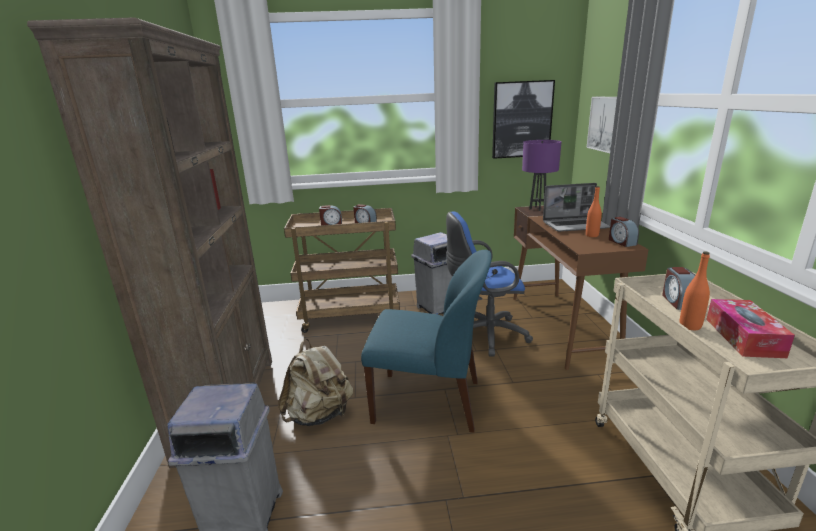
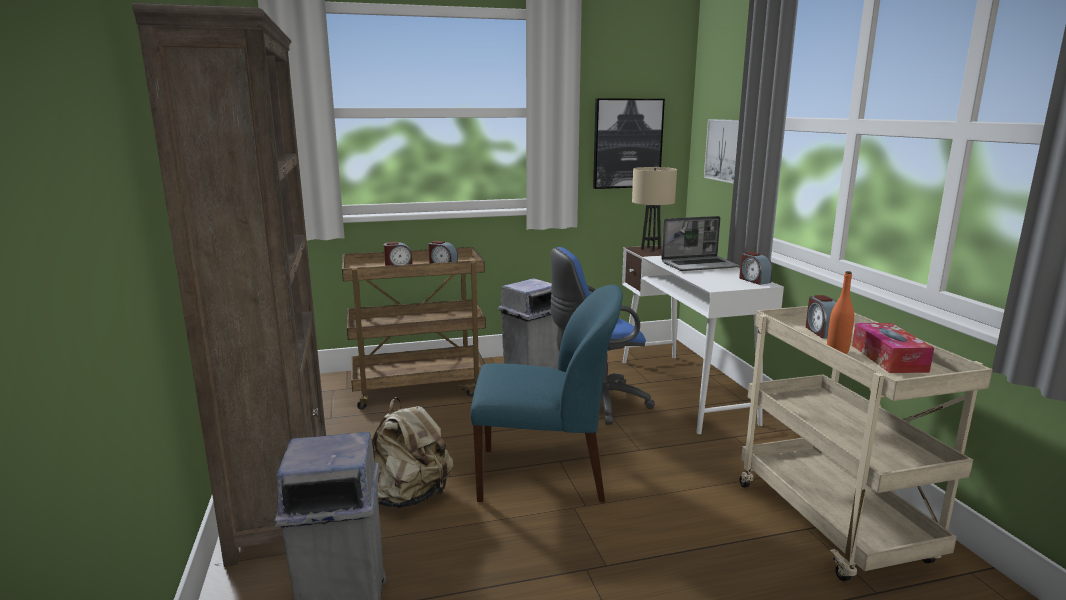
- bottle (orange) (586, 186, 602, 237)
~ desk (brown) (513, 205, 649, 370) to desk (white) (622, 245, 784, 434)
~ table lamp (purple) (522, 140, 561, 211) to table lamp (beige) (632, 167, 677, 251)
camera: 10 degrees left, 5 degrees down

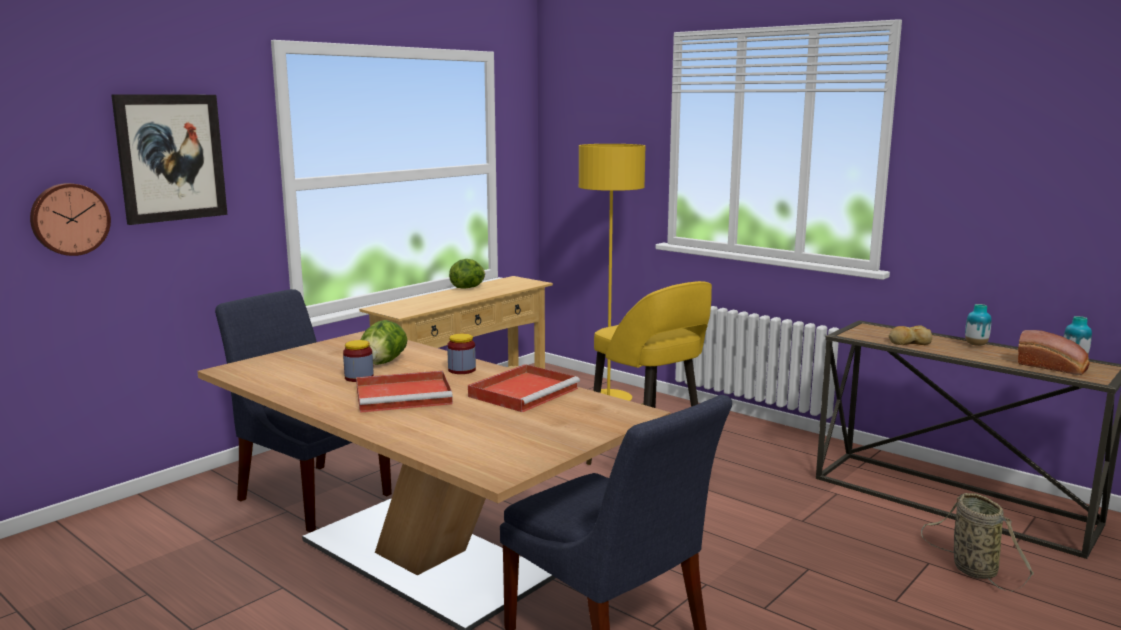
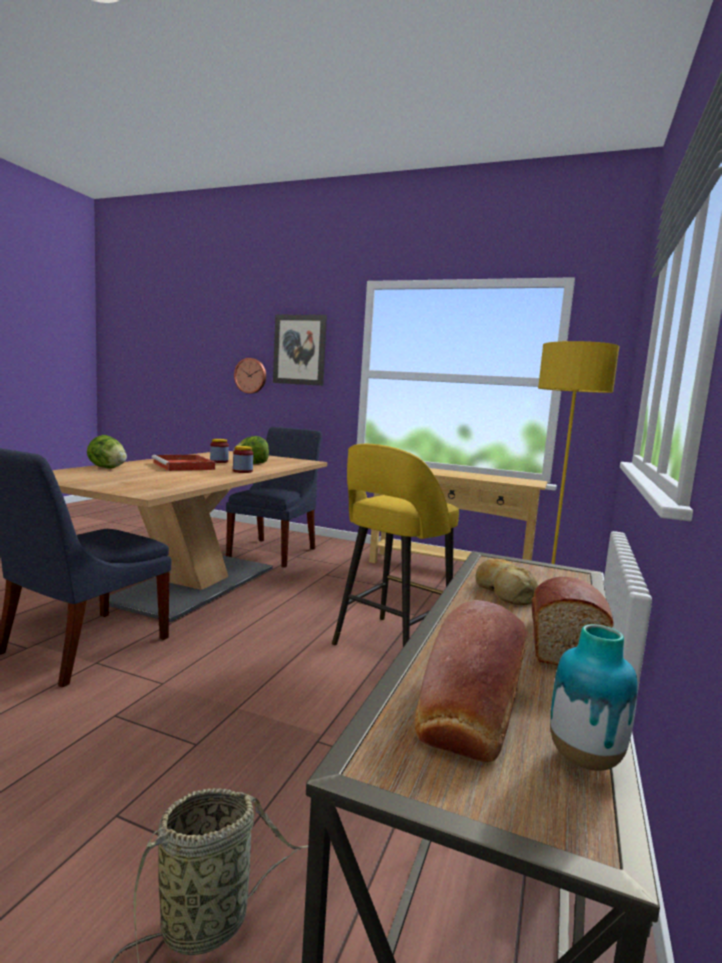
- tray (red) (468, 364, 580, 412)
~ lettuce (449, 259, 485, 289) to (87, 435, 127, 469)
~ vase (965, 304, 991, 346) to bread (532, 577, 614, 665)
camera: 70 degrees right, 5 degrees down

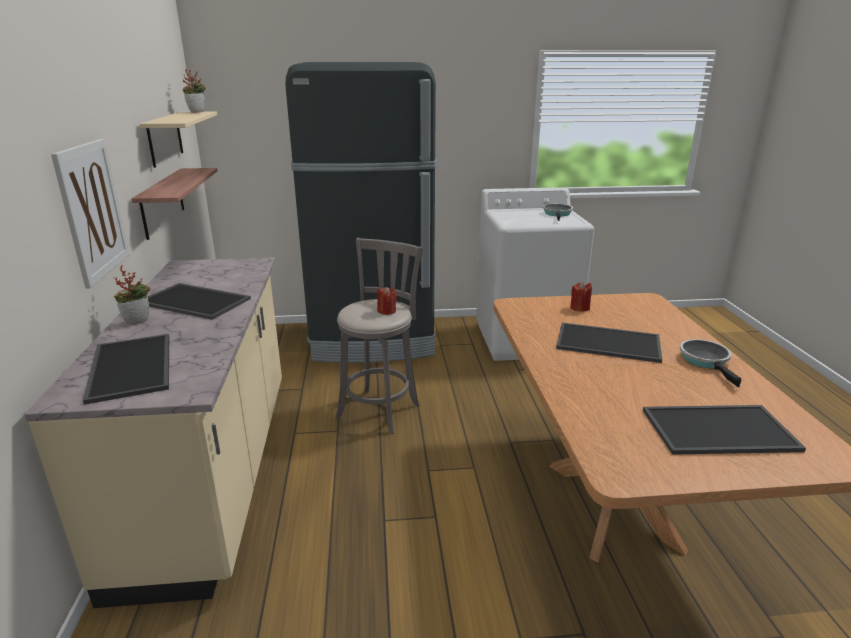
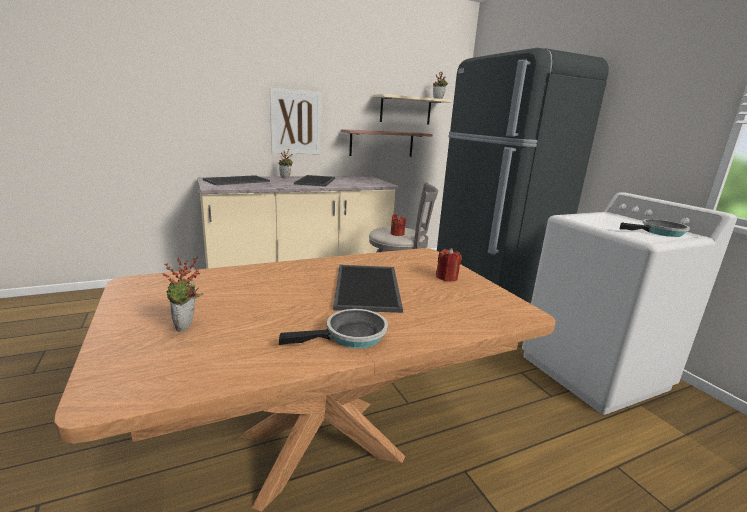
~ tray (643, 405, 806, 455) to potted plant (162, 257, 203, 332)
camera: 70 degrees right, 5 degrees down

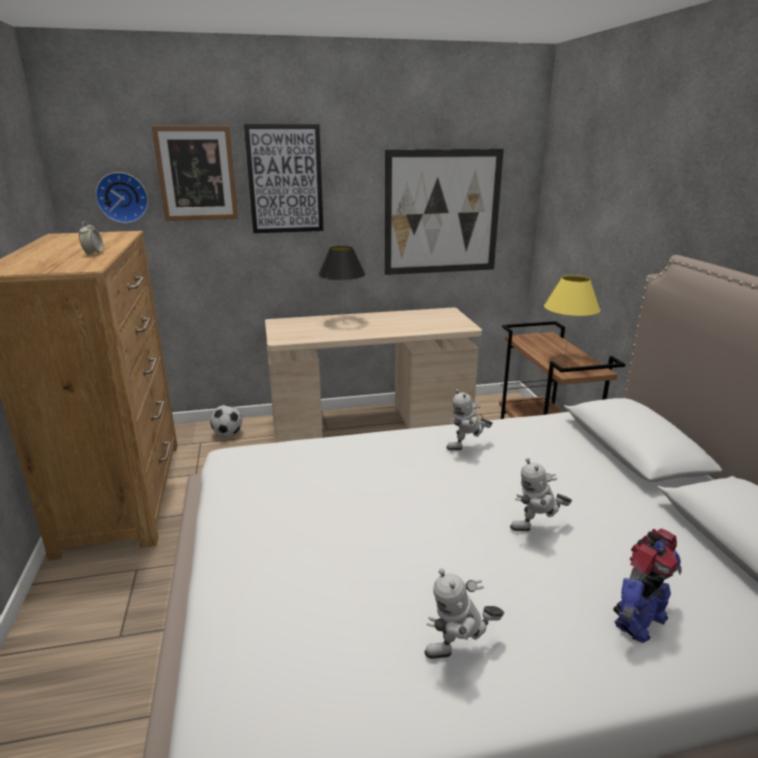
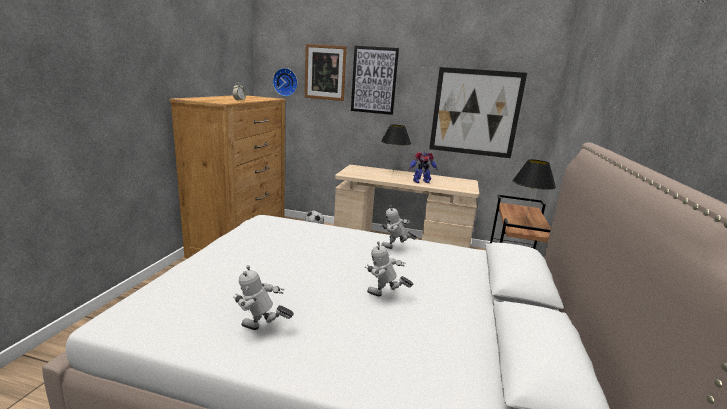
~ toy robot (613, 528, 682, 643) to (409, 152, 438, 183)
~ table lamp (yellow) (544, 275, 600, 360) to table lamp (black) (512, 159, 556, 223)
camera: 25 degrees right, 5 degrees down

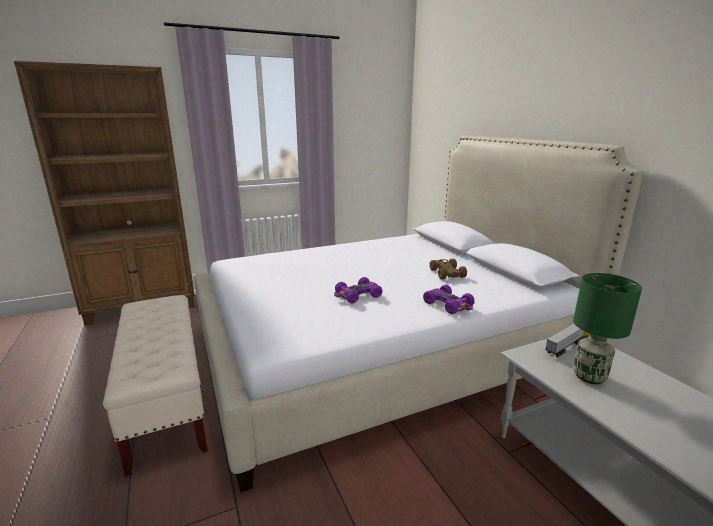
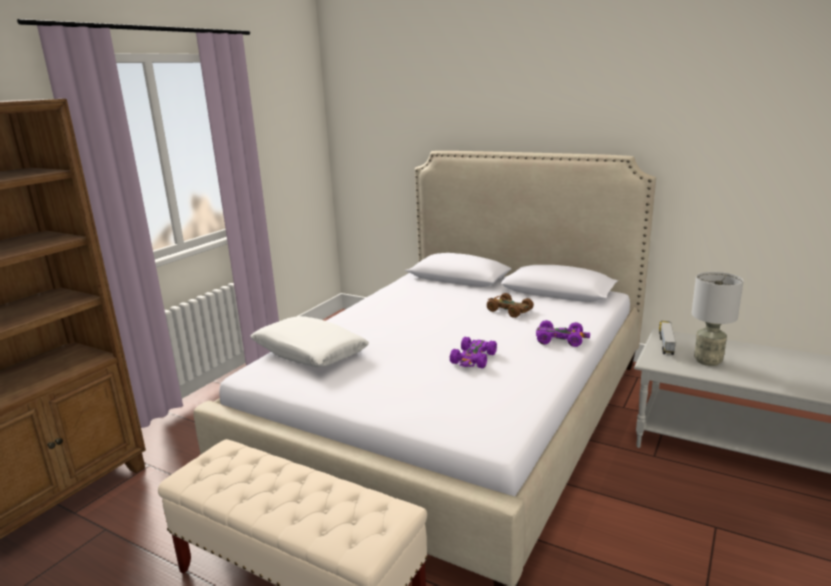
+ pillow (white) (250, 316, 369, 367)
~ table lamp (green) (573, 273, 642, 384) to table lamp (grey) (692, 272, 744, 366)
camera: 35 degrees left, 0 degrees up

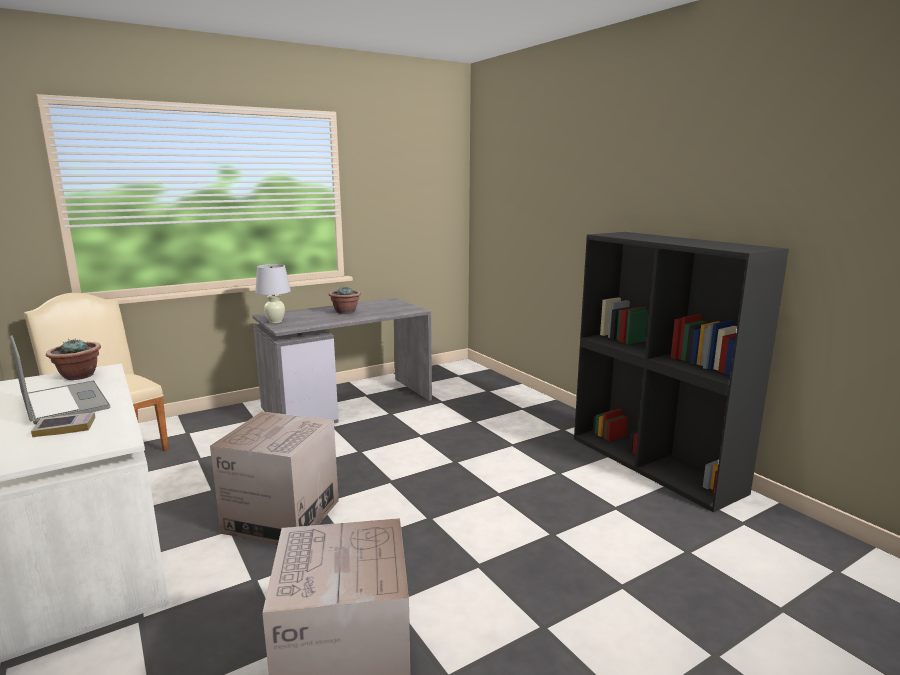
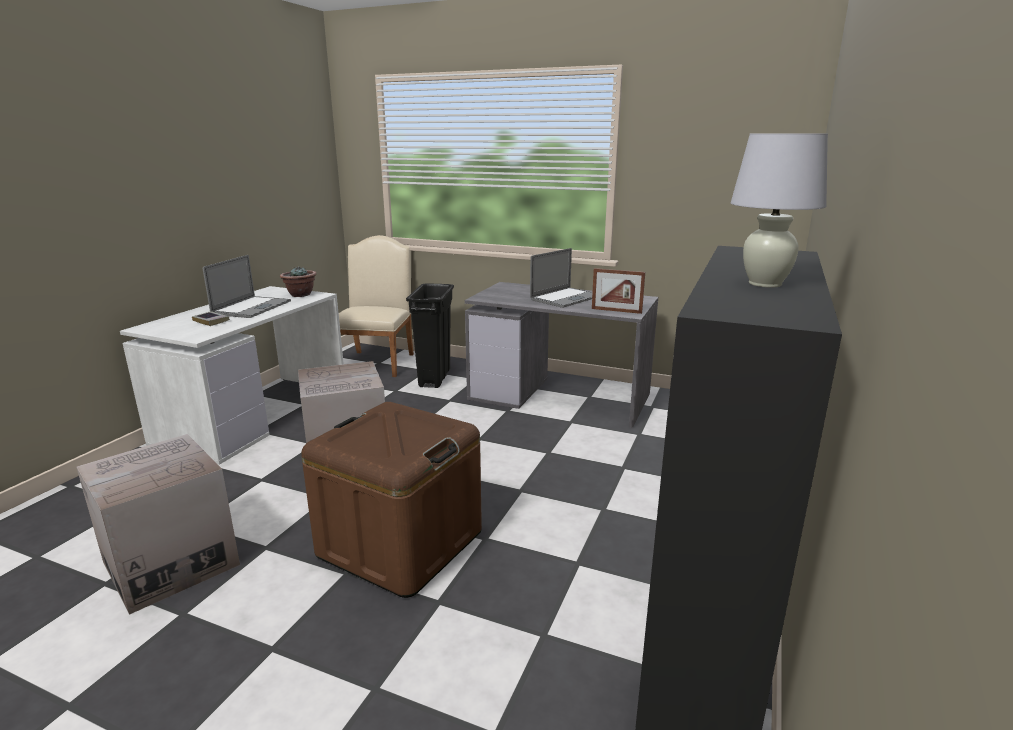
+ storage box (brown) (301, 402, 482, 598)
+ trash can (black) (406, 284, 454, 388)
+ picture frame (592, 268, 645, 314)
~ table lamp (white) (255, 264, 291, 323) to (731, 133, 828, 288)
~ potted plant (329, 286, 361, 314) to laptop (530, 248, 593, 308)
camera: 55 degrees right, 5 degrees up

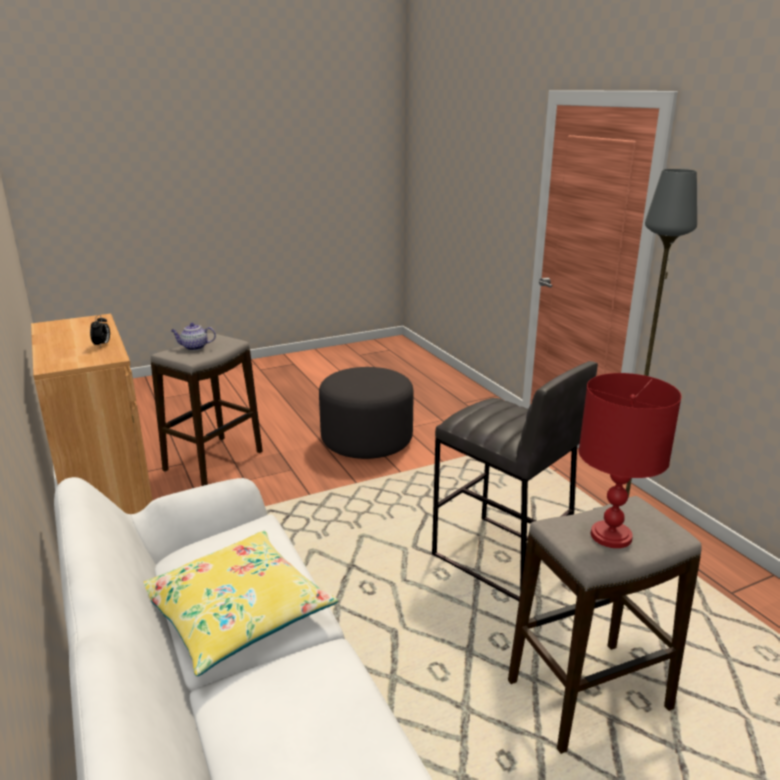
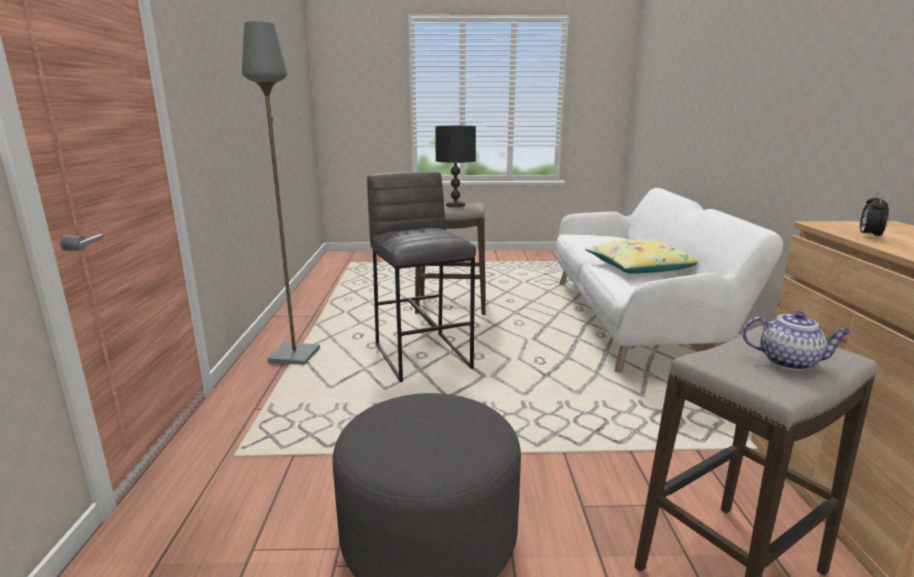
~ table lamp (red) (579, 373, 681, 548) to table lamp (black) (435, 126, 476, 207)
camera: 155 degrees left, 5 degrees down

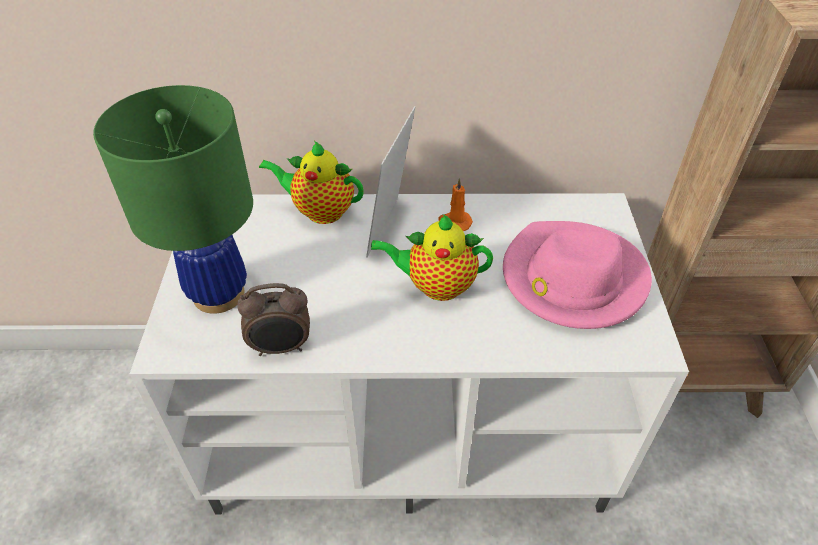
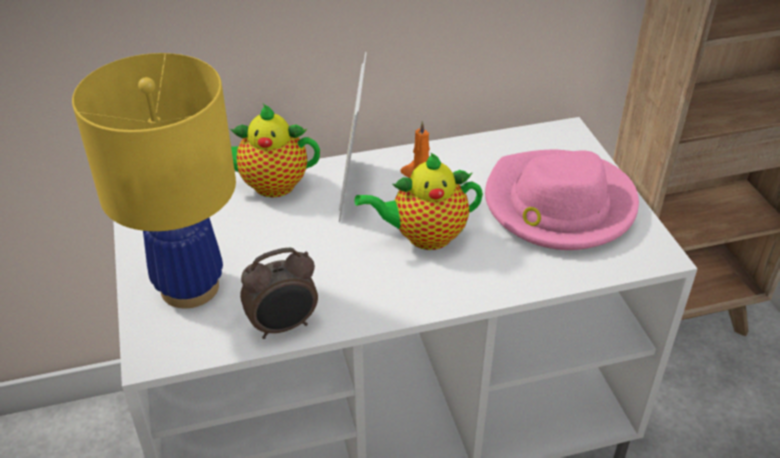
~ table lamp (green) (93, 85, 253, 314) to table lamp (yellow) (72, 53, 236, 308)
camera: 15 degrees left, 5 degrees down

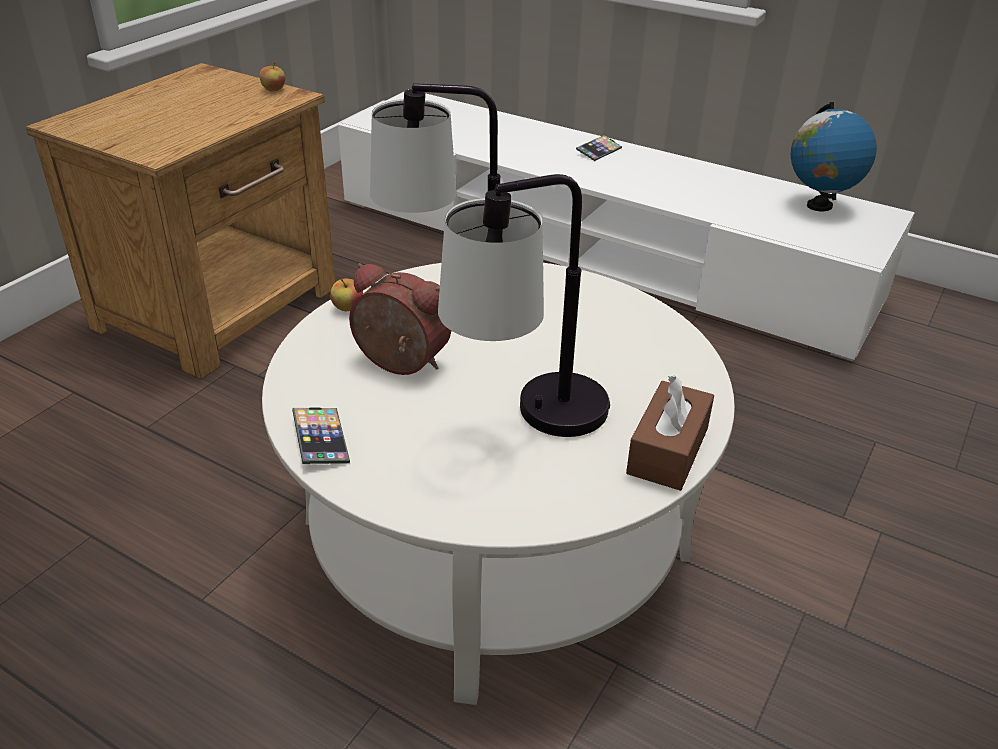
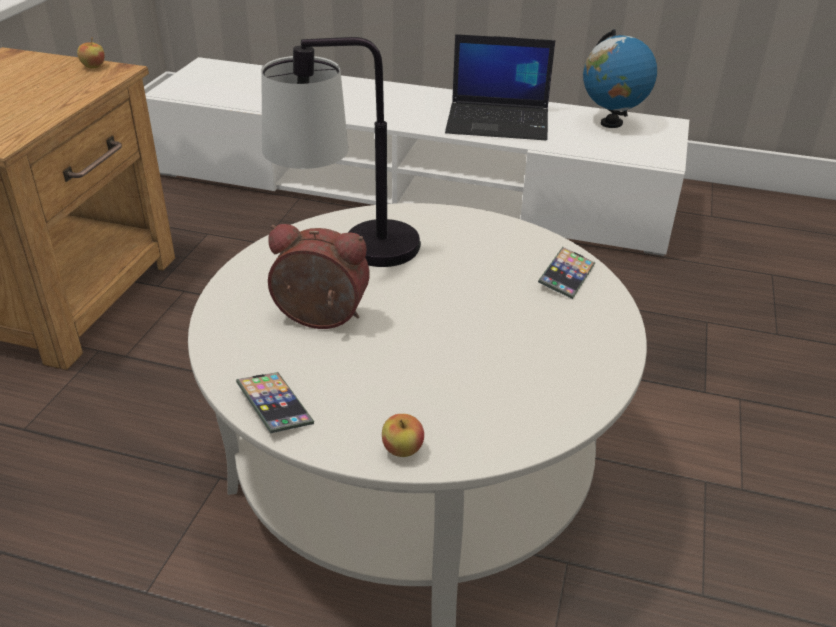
- table lamp (438, 174, 610, 437)
- tissue box (brown) (626, 375, 714, 491)
+ laptop (445, 34, 555, 140)
~ apple (330, 279, 363, 311) to (382, 414, 424, 457)
~ phone (576, 135, 622, 161) to (538, 247, 596, 299)
camera: 15 degrees left, 0 degrees up

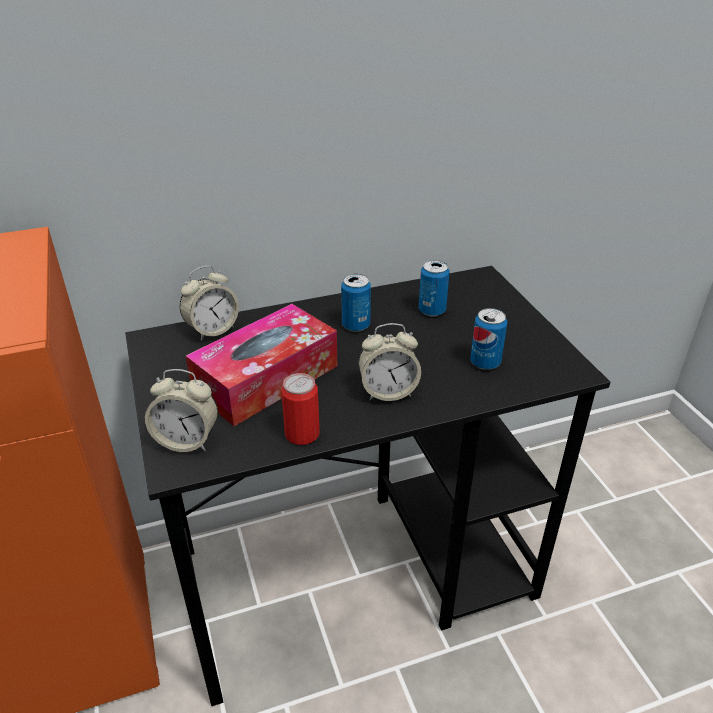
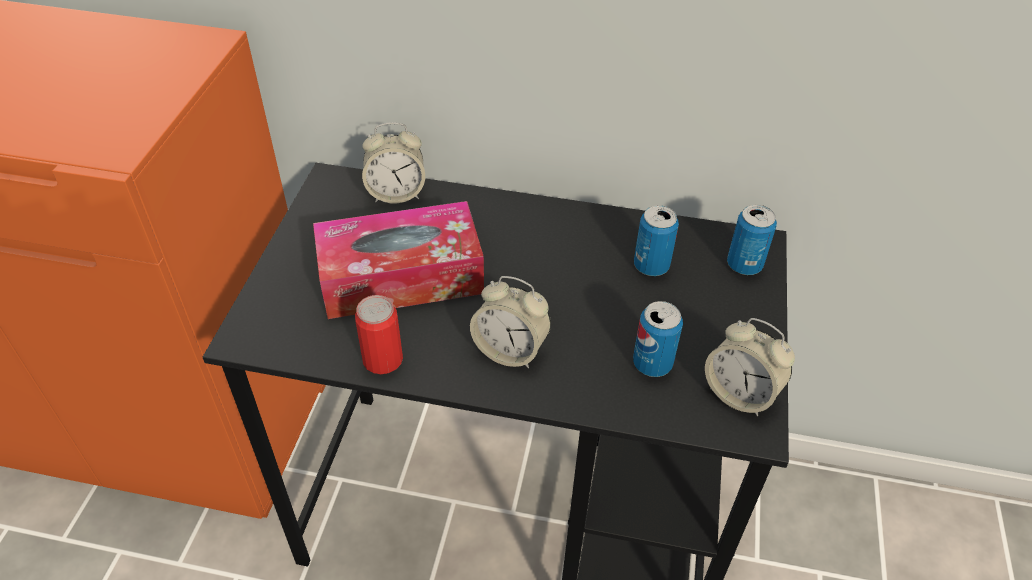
~ alarm clock (145, 369, 218, 452) to (705, 318, 795, 416)
~ can (341, 274, 371, 332) to (727, 205, 777, 275)
camera: 30 degrees right, 10 degrees up

